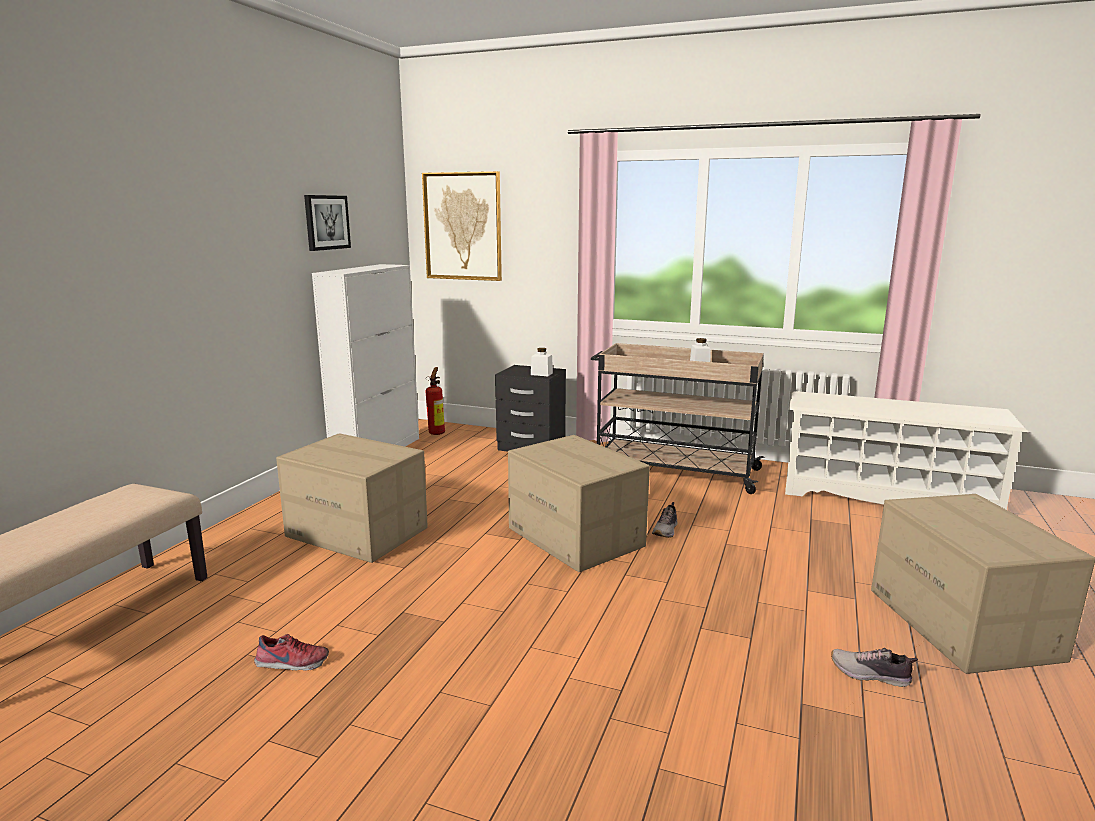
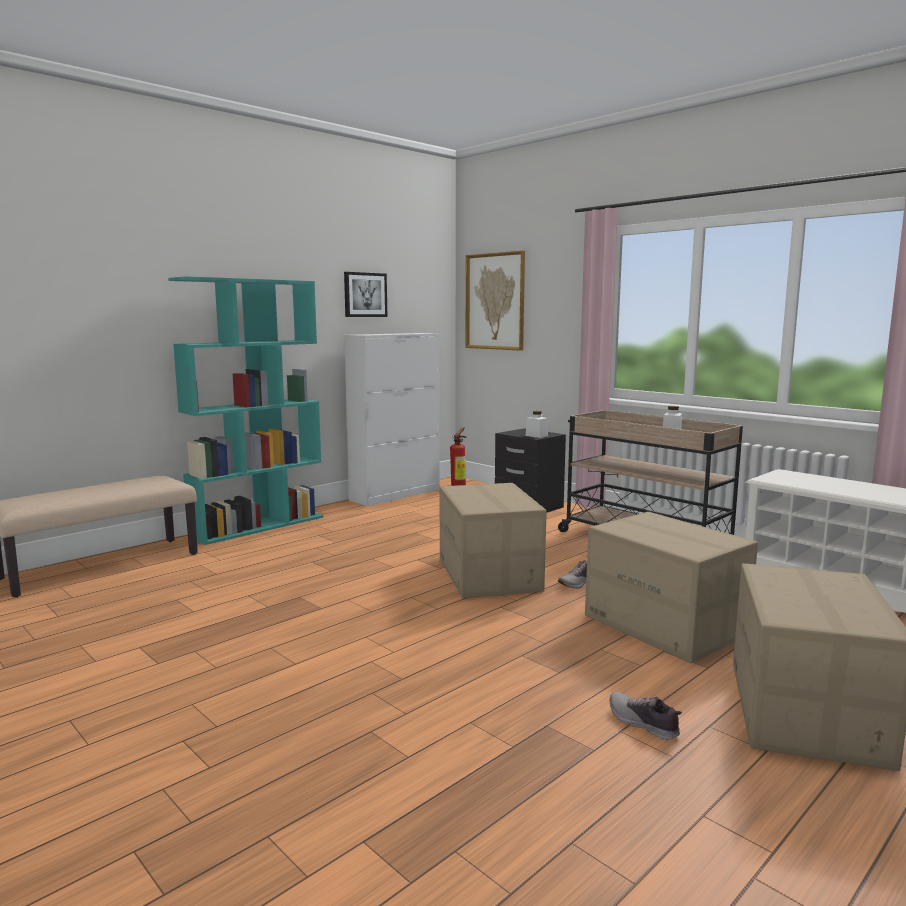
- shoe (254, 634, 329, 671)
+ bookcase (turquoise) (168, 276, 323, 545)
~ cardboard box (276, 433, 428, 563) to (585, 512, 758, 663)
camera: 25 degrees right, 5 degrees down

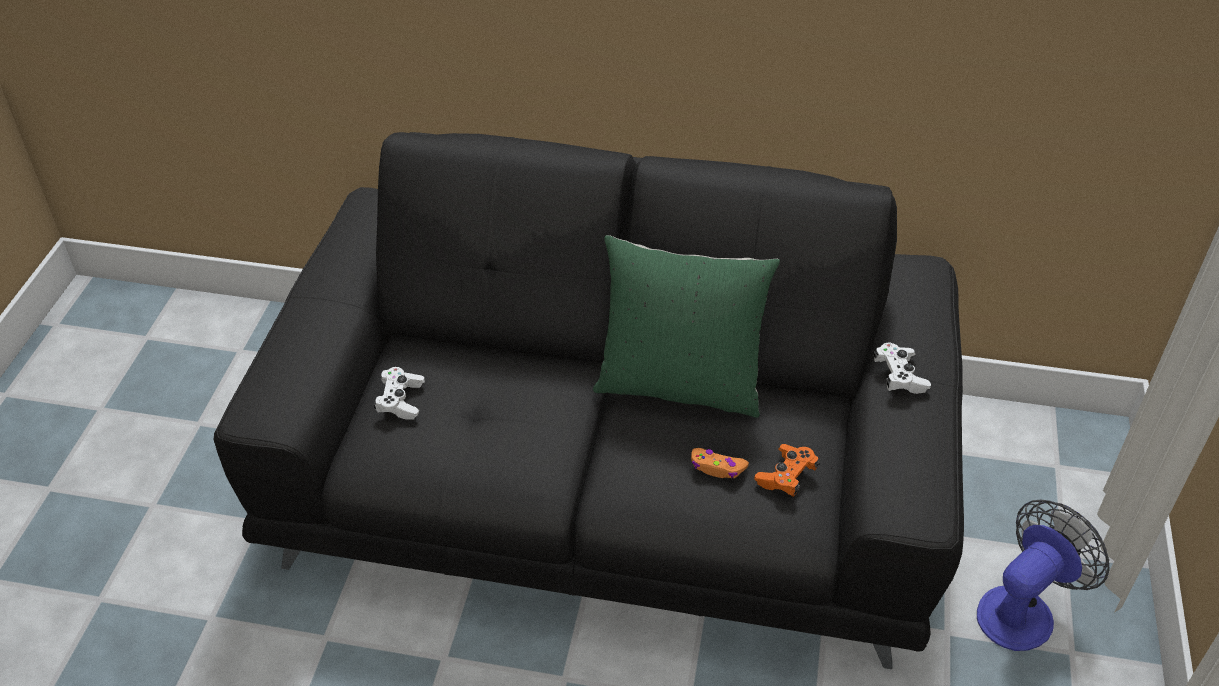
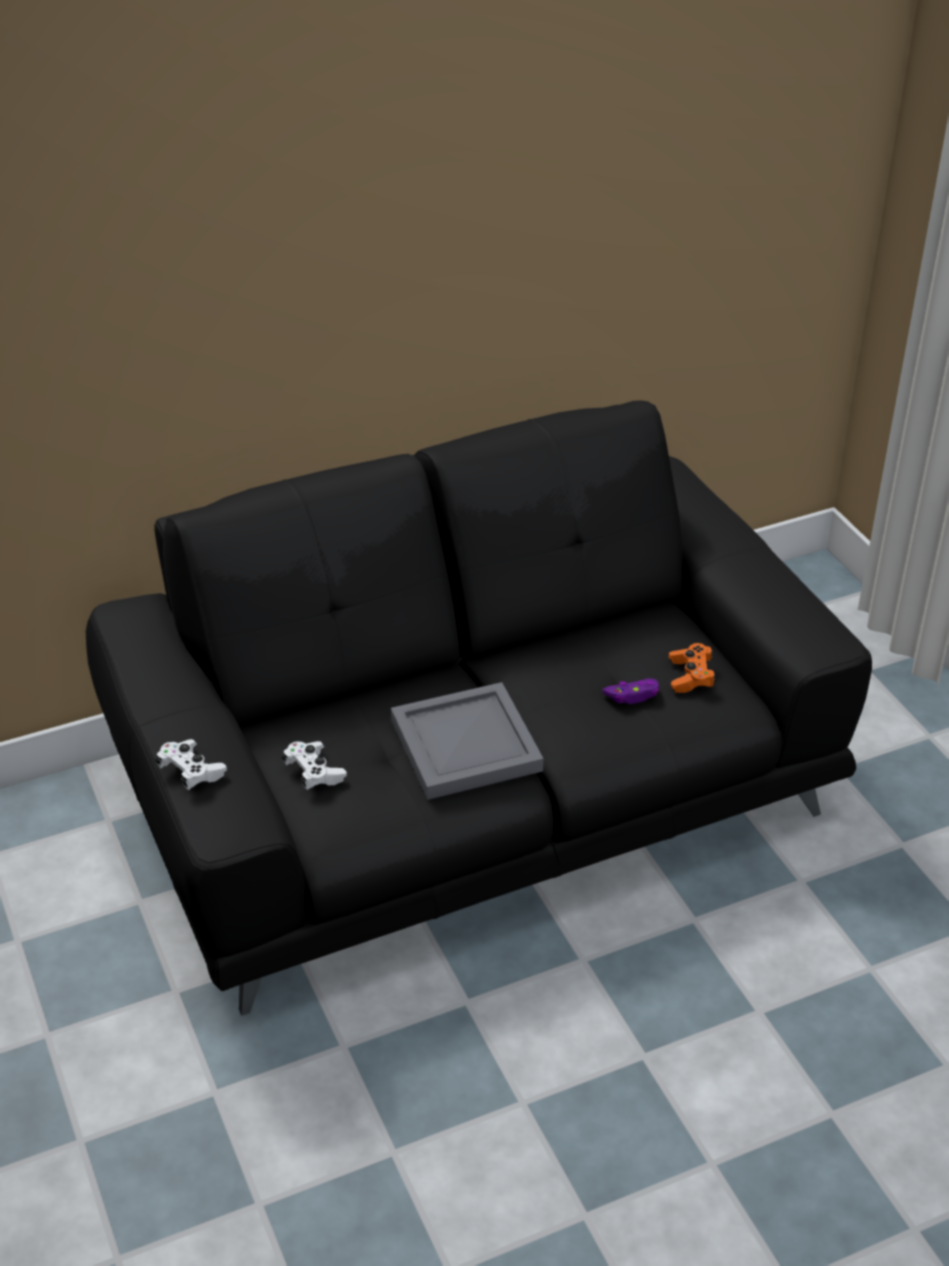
- pillow (green) (593, 235, 780, 418)
- fan (977, 499, 1110, 651)
+ tray (grey) (391, 682, 544, 800)
~ game controller (white) (873, 343, 931, 394) to (155, 739, 227, 790)
~ game controller (orange) (691, 448, 749, 478) to game controller (purple) (603, 678, 659, 704)
camera: 35 degrees left, 5 degrees down

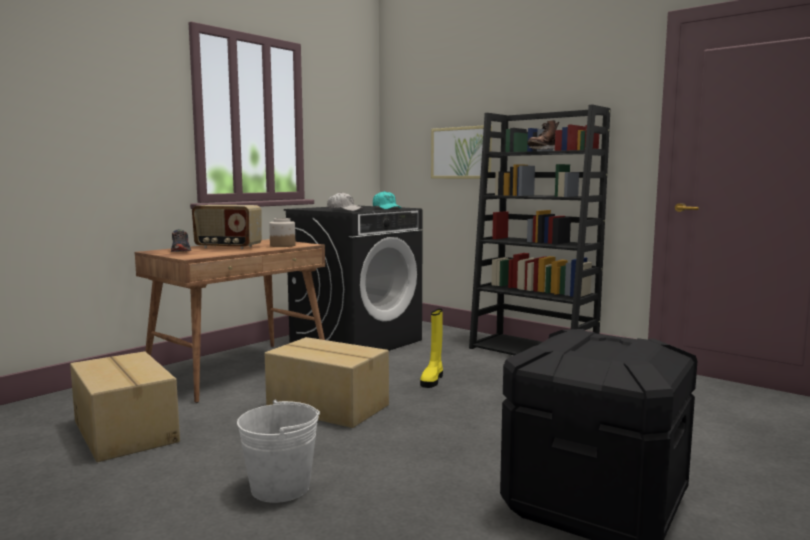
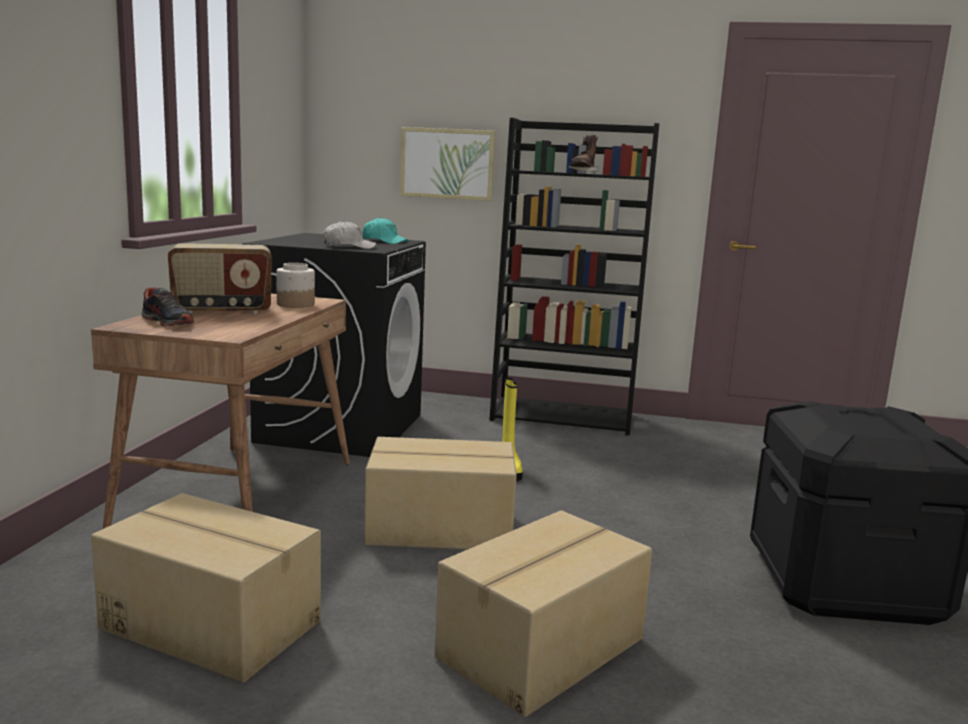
~ bucket (white) (237, 400, 320, 503) to cardboard box (435, 511, 652, 717)
camera: 30 degrees left, 5 degrees up

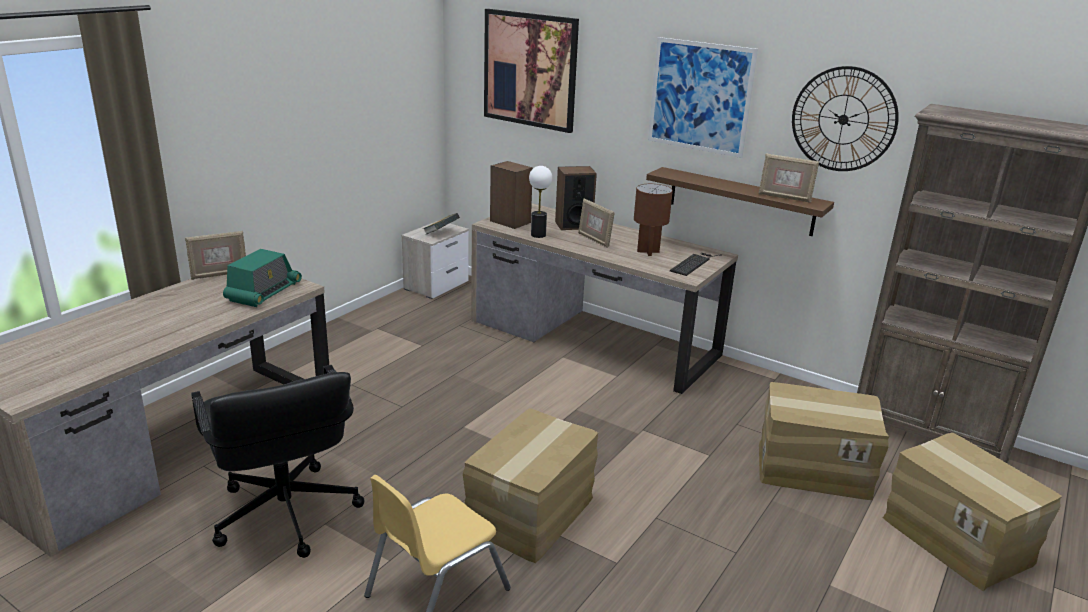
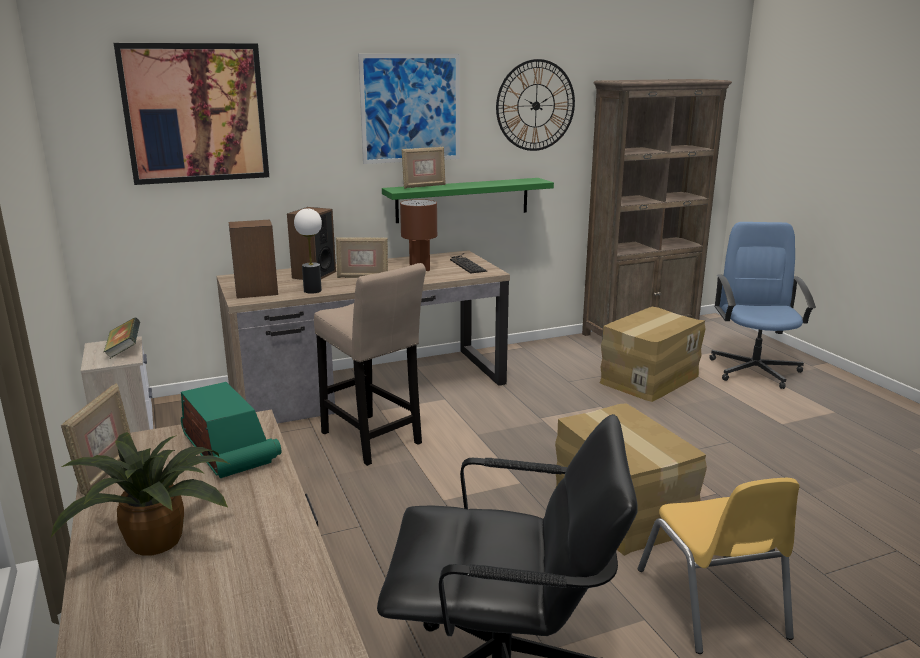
+ potted plant (51, 432, 229, 556)
+ stool (beige) (314, 263, 426, 466)
~ picture frame (759, 153, 819, 203) to (402, 146, 446, 189)
~ cardboard box (883, 433, 1062, 592) to office chair (blue) (710, 222, 816, 389)
~ shelf (brown) (646, 167, 834, 236) to shelf (green) (382, 178, 554, 223)
camera: 55 degrees left, 5 degrees down

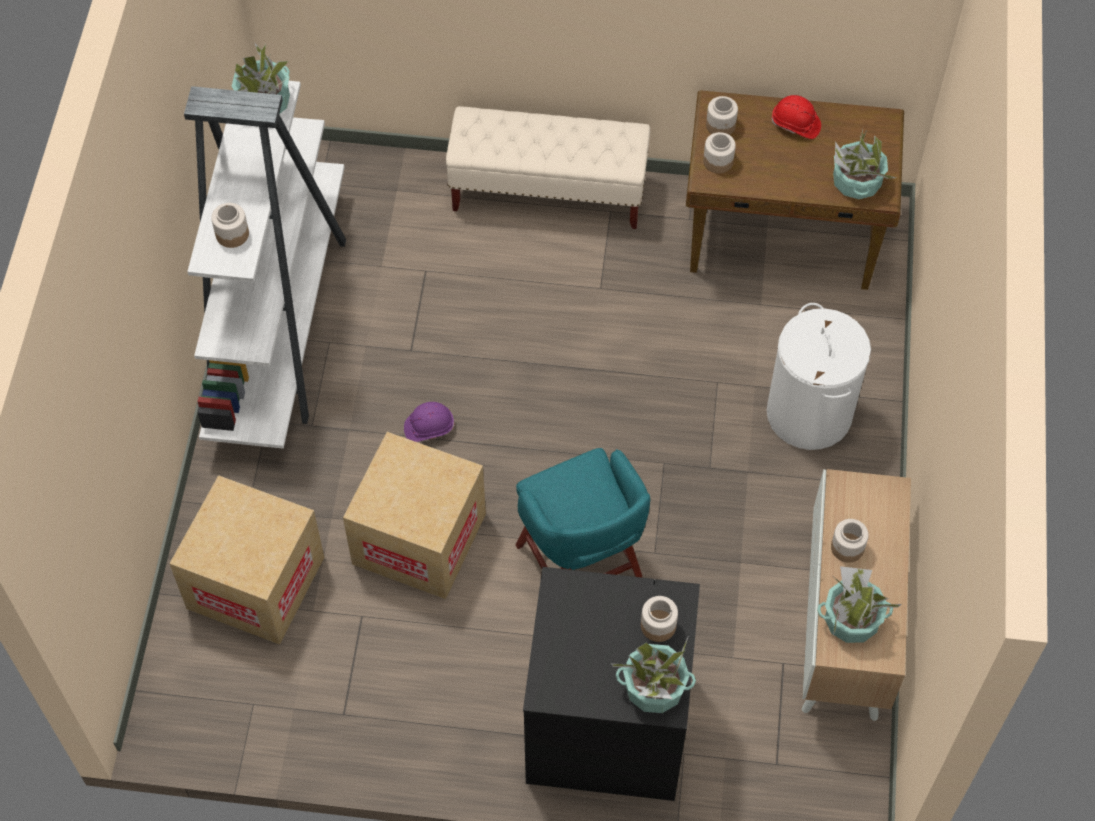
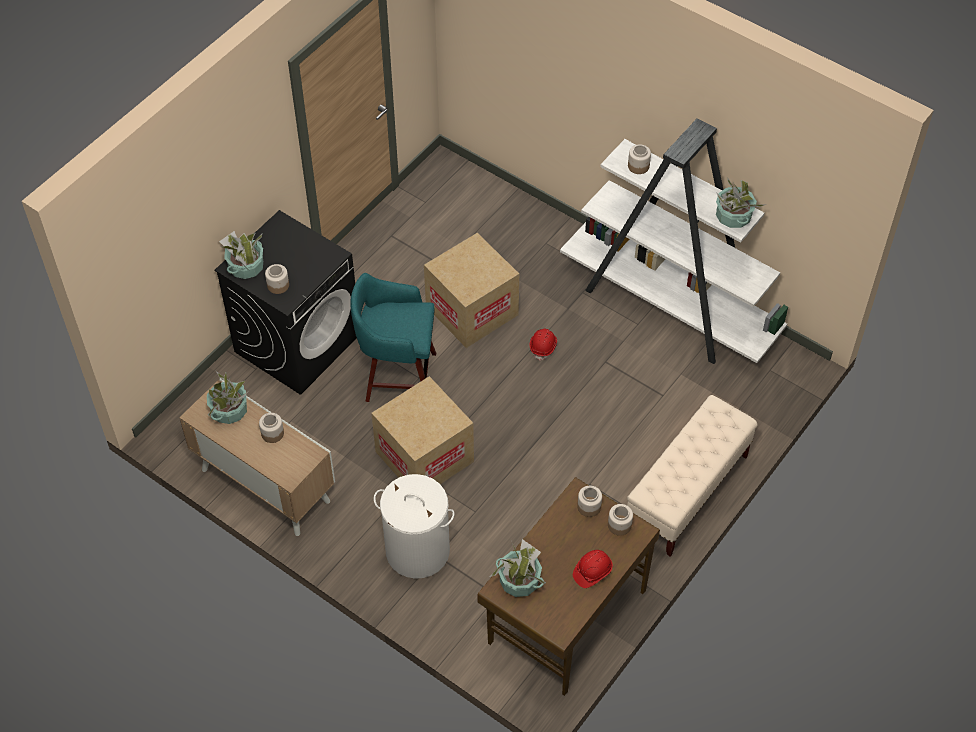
~ cardboard box (169, 475, 324, 645) to (371, 376, 474, 484)
~ hard hat (purple) (404, 402, 454, 442) to hard hat (red) (530, 329, 557, 361)
camera: 120 degrees right, 5 degrees down

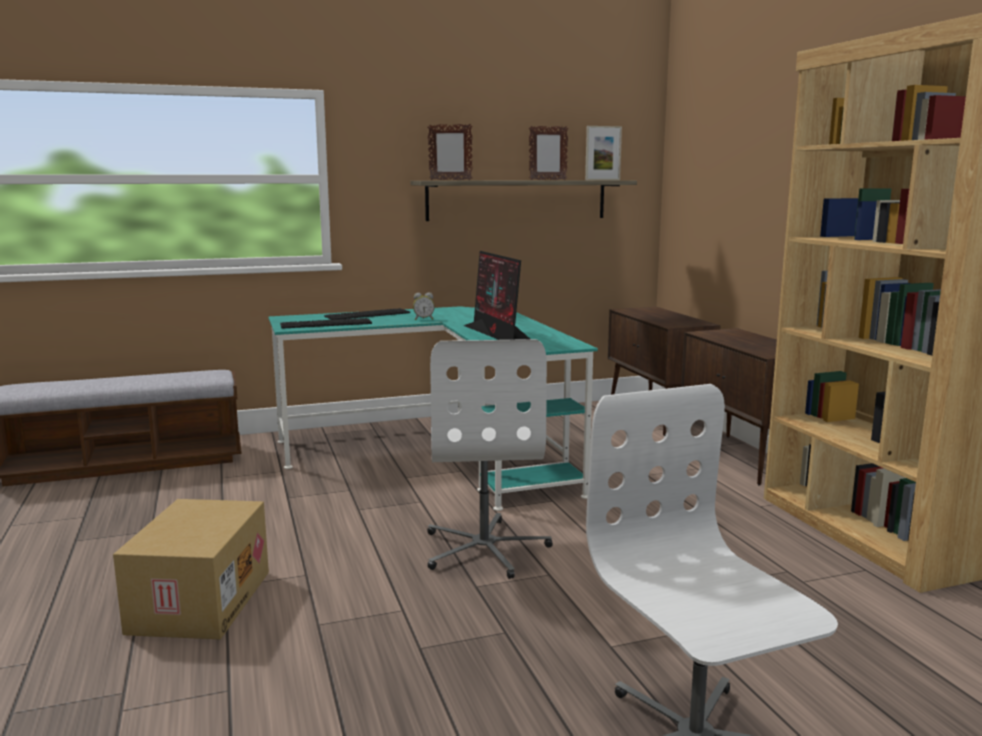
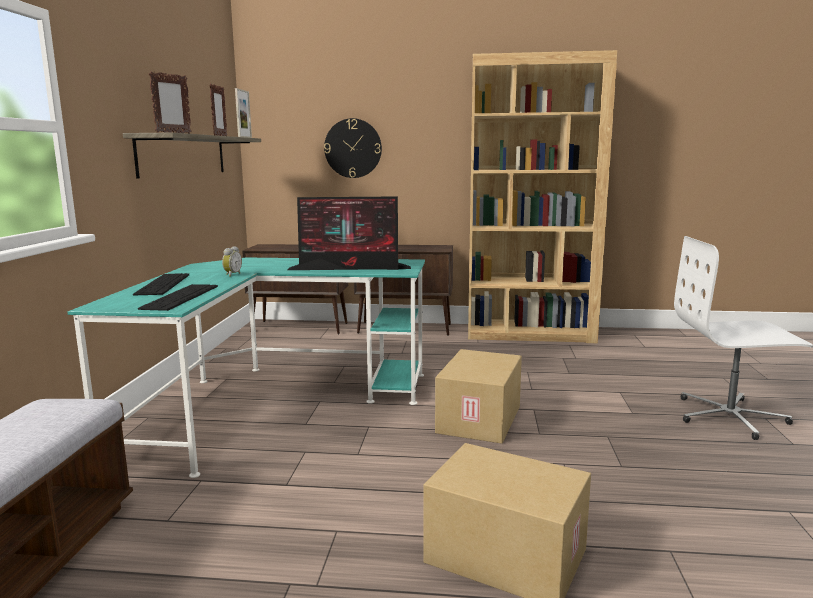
+ wall clock (324, 118, 382, 178)
~ office chair (white) (427, 339, 553, 579) to cardboard box (435, 349, 522, 444)
camera: 65 degrees left, 0 degrees up

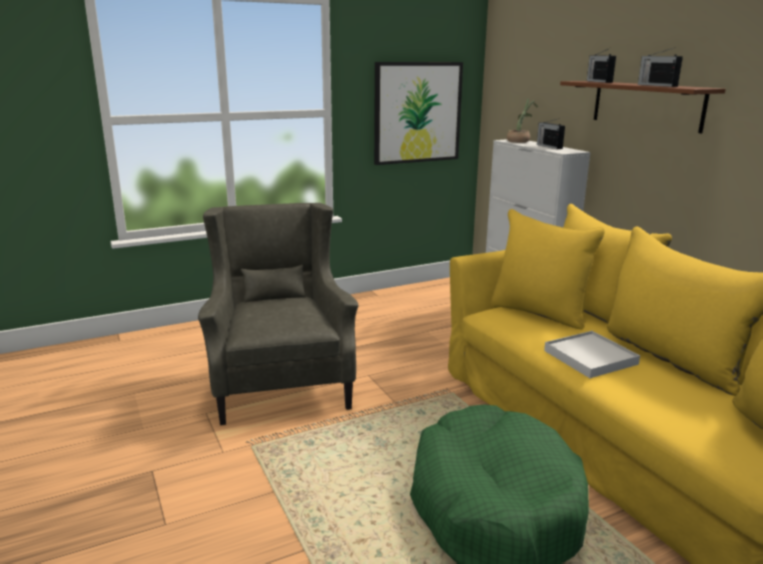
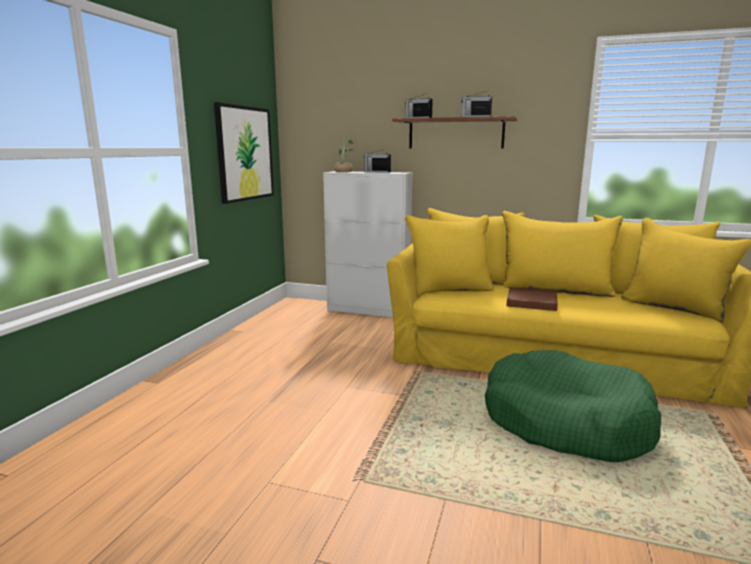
- armchair (grey) (198, 203, 359, 425)
~ tray (white) (544, 331, 640, 378) to tray (brown) (506, 287, 558, 311)
camera: 45 degrees left, 5 degrees down

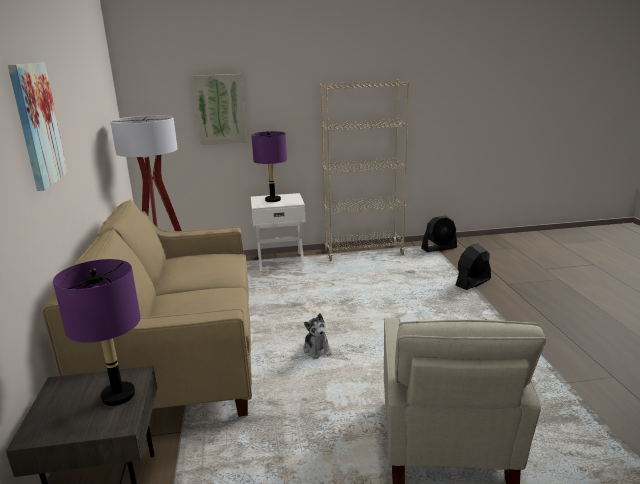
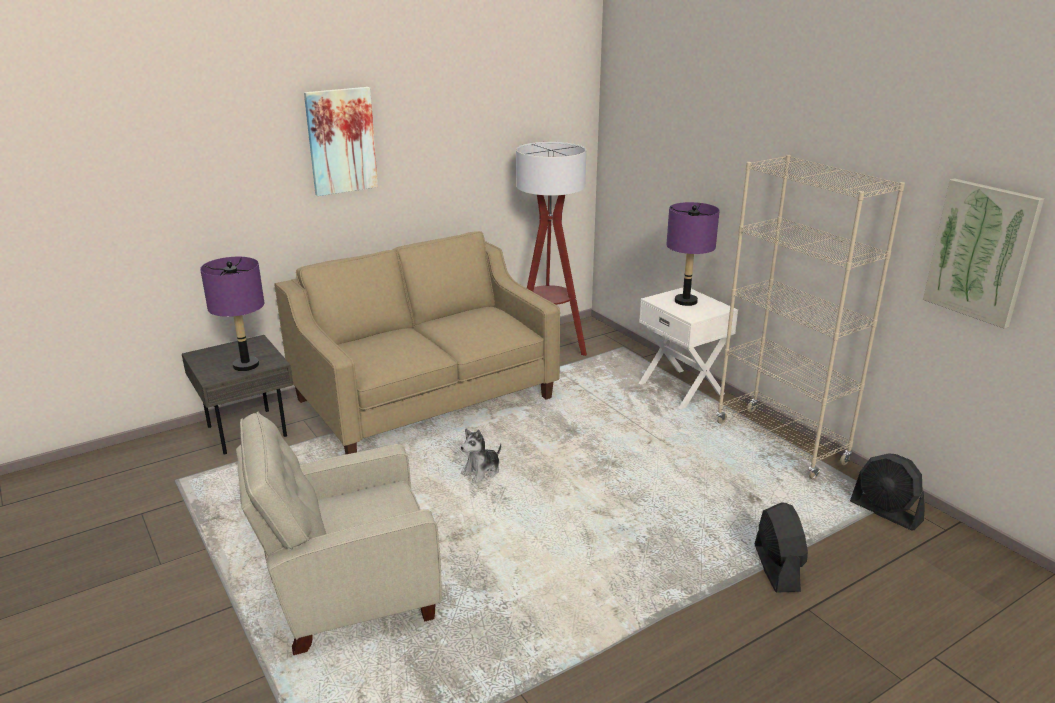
~ picture (193, 74, 246, 145) to (923, 178, 1044, 329)
~ fan (black) (455, 243, 491, 290) = (755, 502, 808, 593) 60 degrees clockwise
camera: 65 degrees right, 5 degrees up

